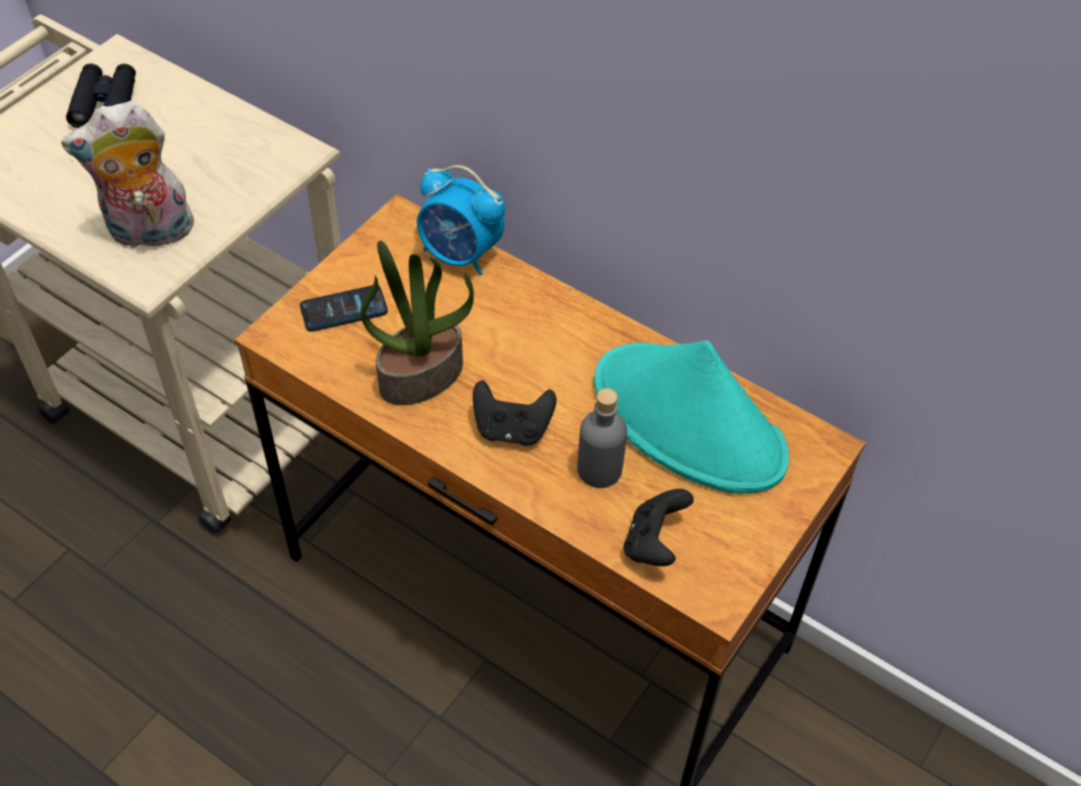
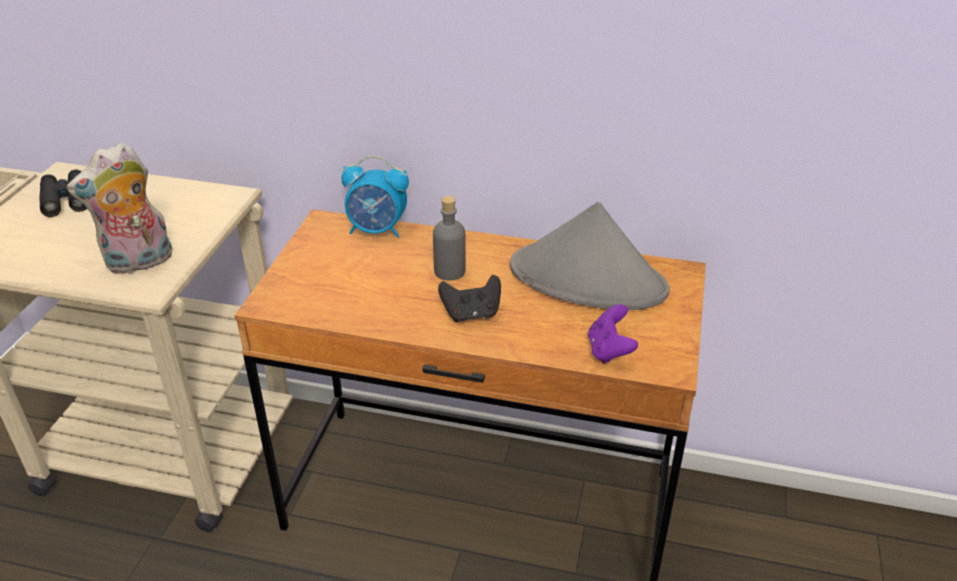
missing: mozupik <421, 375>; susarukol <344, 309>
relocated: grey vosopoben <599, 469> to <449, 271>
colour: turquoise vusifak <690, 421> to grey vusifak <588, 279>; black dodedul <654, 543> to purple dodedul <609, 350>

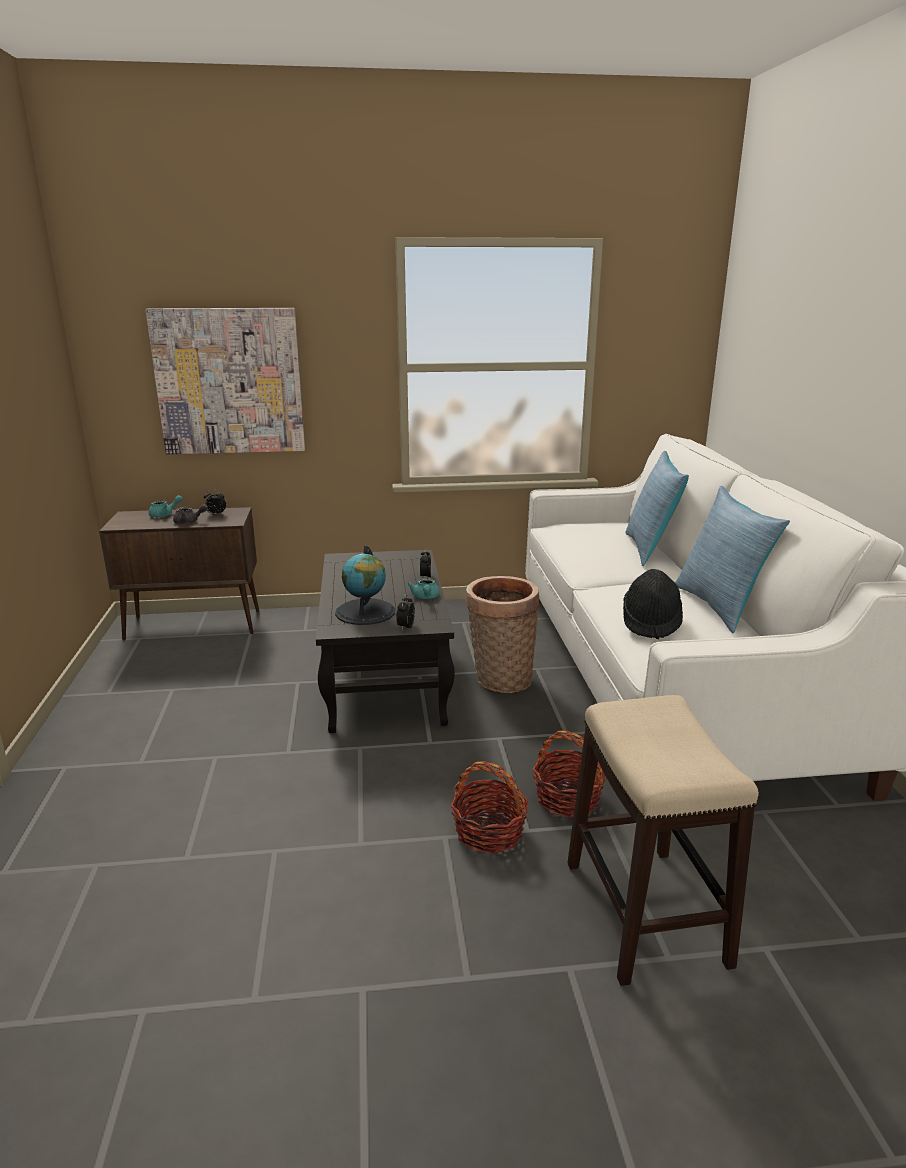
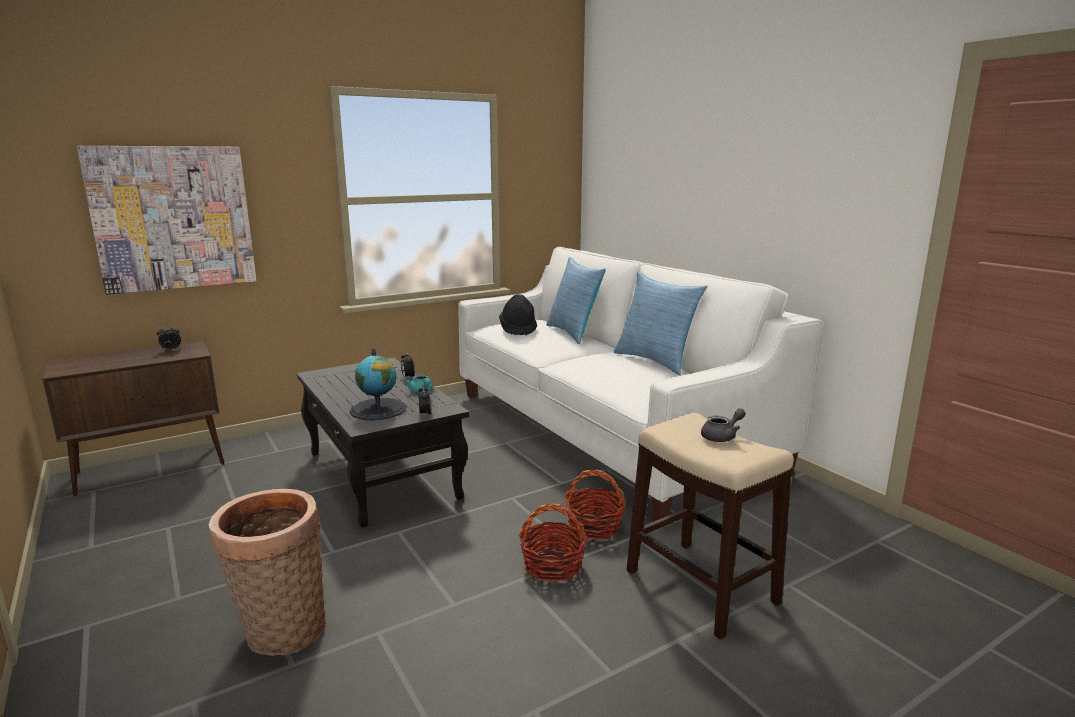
missing: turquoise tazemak <165, 515>
relocated: grey tazemak <189, 522> to <722, 437>; black vusifak <650, 623> to <518, 330>; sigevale <500, 679> to <280, 631>

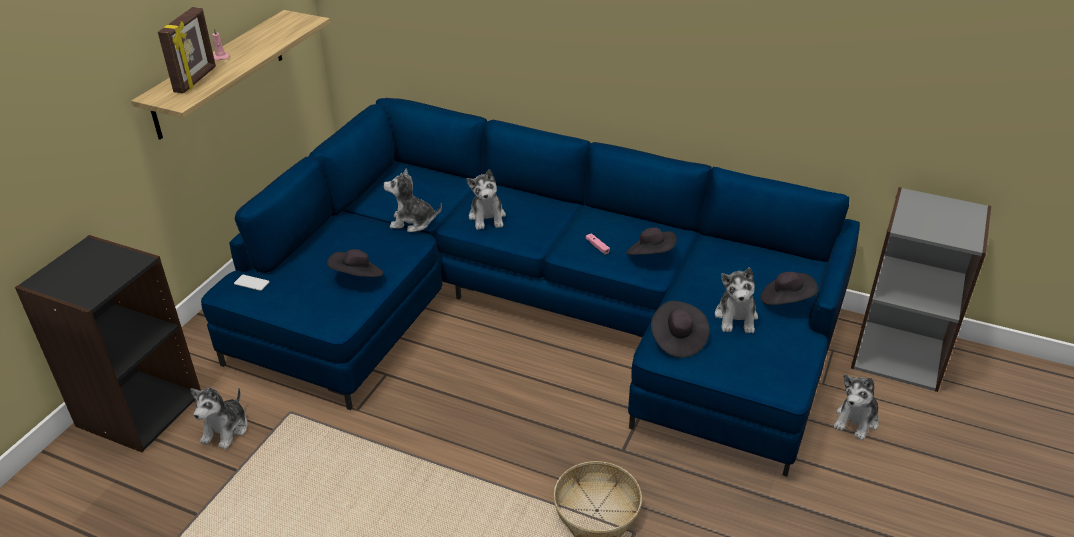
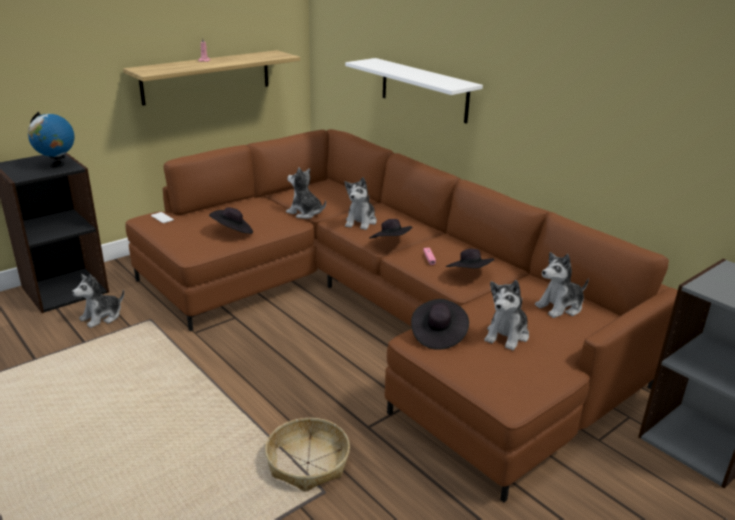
missing: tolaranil <196, 80>
appeared: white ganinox <424, 90>; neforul <57, 165>
relocated: black vusifak <785, 301> to <391, 243>; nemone <856, 420> to <560, 307>
colour: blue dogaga <534, 313> to brown dogaga <378, 312>

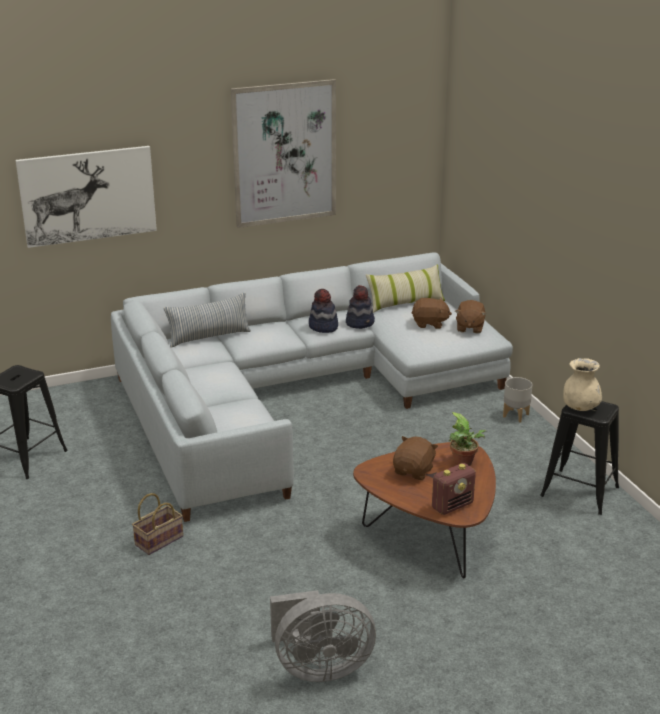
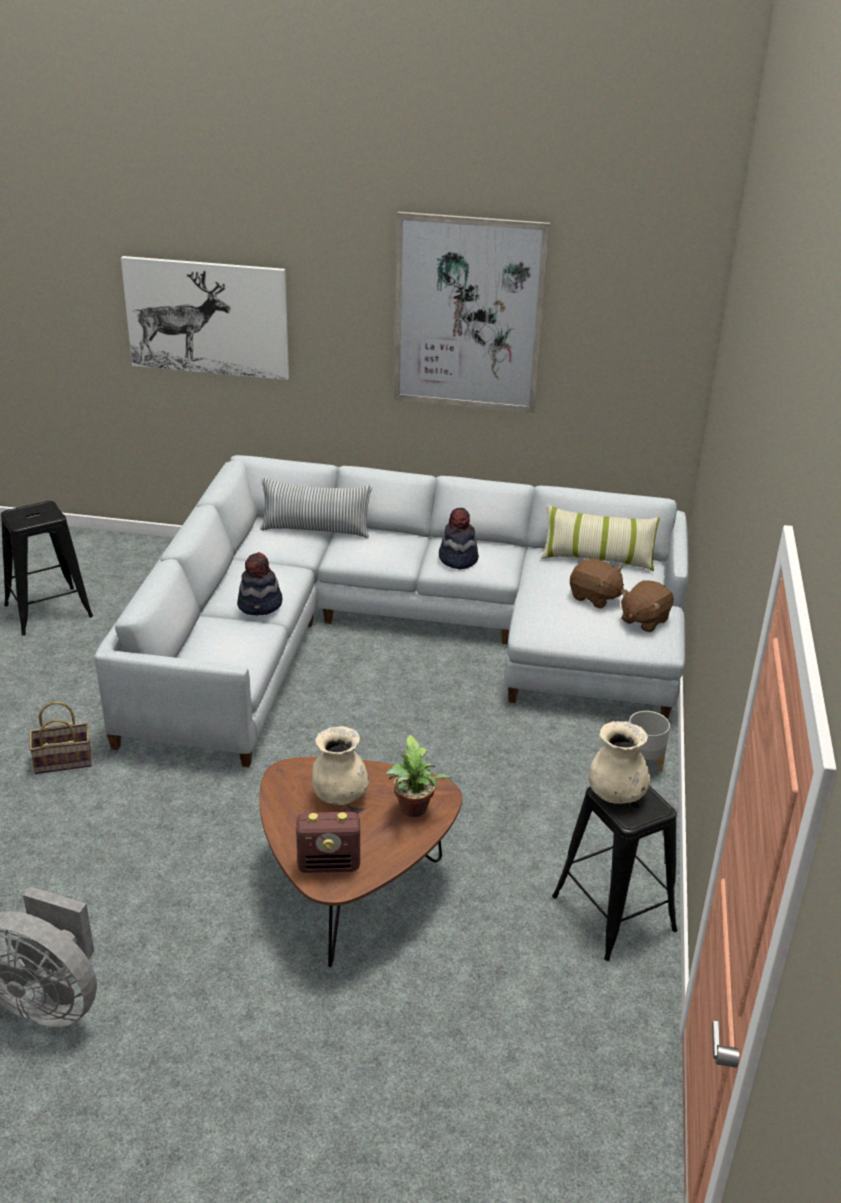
relocated: vusifak <360, 322> to <260, 605>
exchanged: brown nemone <414, 471> to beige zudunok <339, 795>

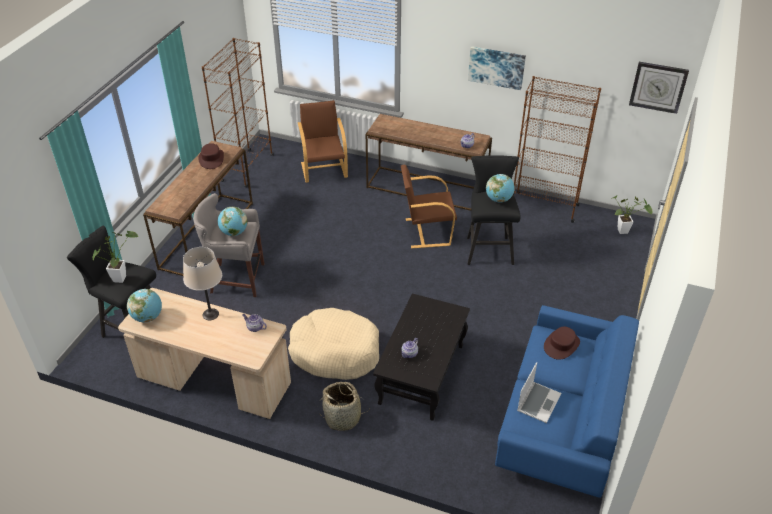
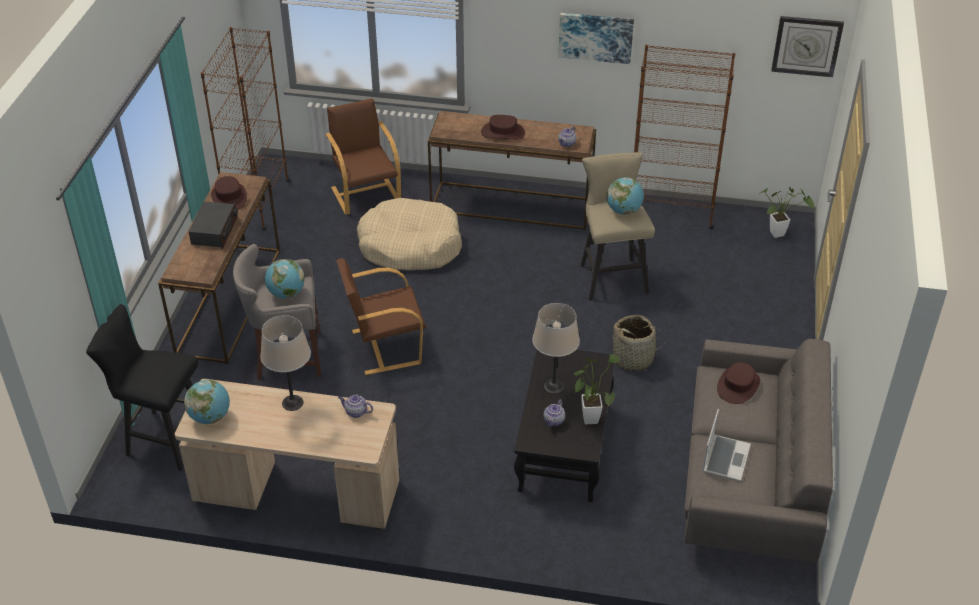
appeared: brown vusifak <503, 132>; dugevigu <215, 231>; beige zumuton <554, 386>
relocated: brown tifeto <426, 232> to <384, 347>; mozupik <121, 277> to <590, 416>; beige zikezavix <335, 352> to <410, 246>; sigevale <343, 418> to <633, 358>
colour: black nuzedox <488, 248> to beige nuzedox <611, 276>; blue dogaga <561, 421> to grey dogaga <749, 480>

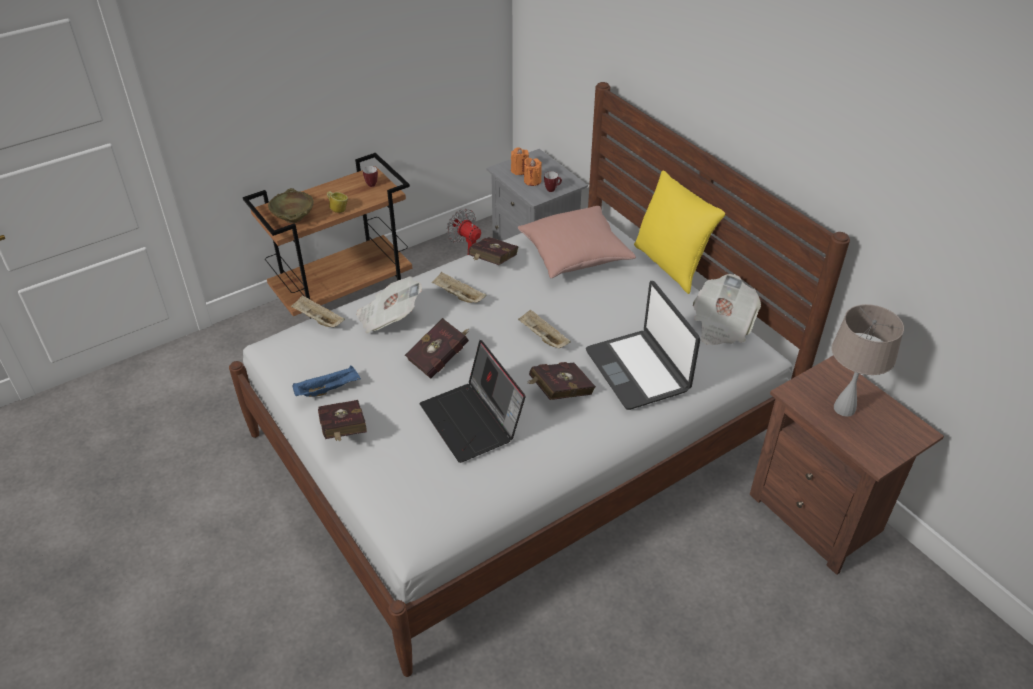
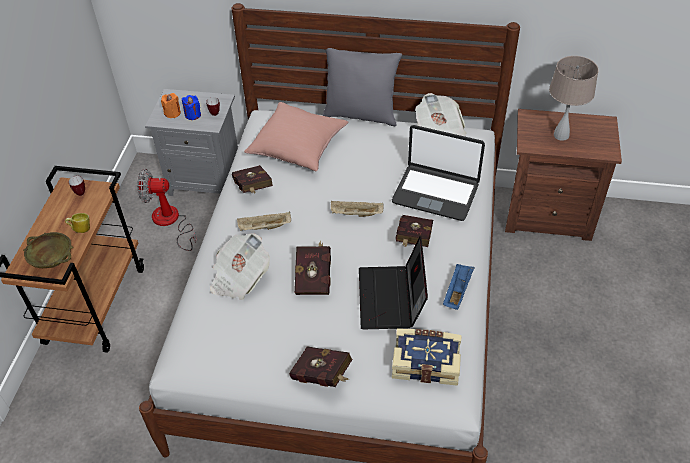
missing: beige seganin <318, 320>
appeared: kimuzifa <426, 361>
relocated: blue seganin <328, 389> to <457, 291>
colour: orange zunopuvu <532, 181> to blue zunopuvu <193, 115>; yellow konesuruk <671, 265> to grey konesuruk <361, 114>
spun: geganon <473, 421> = <392, 299> 75 degrees clockwise

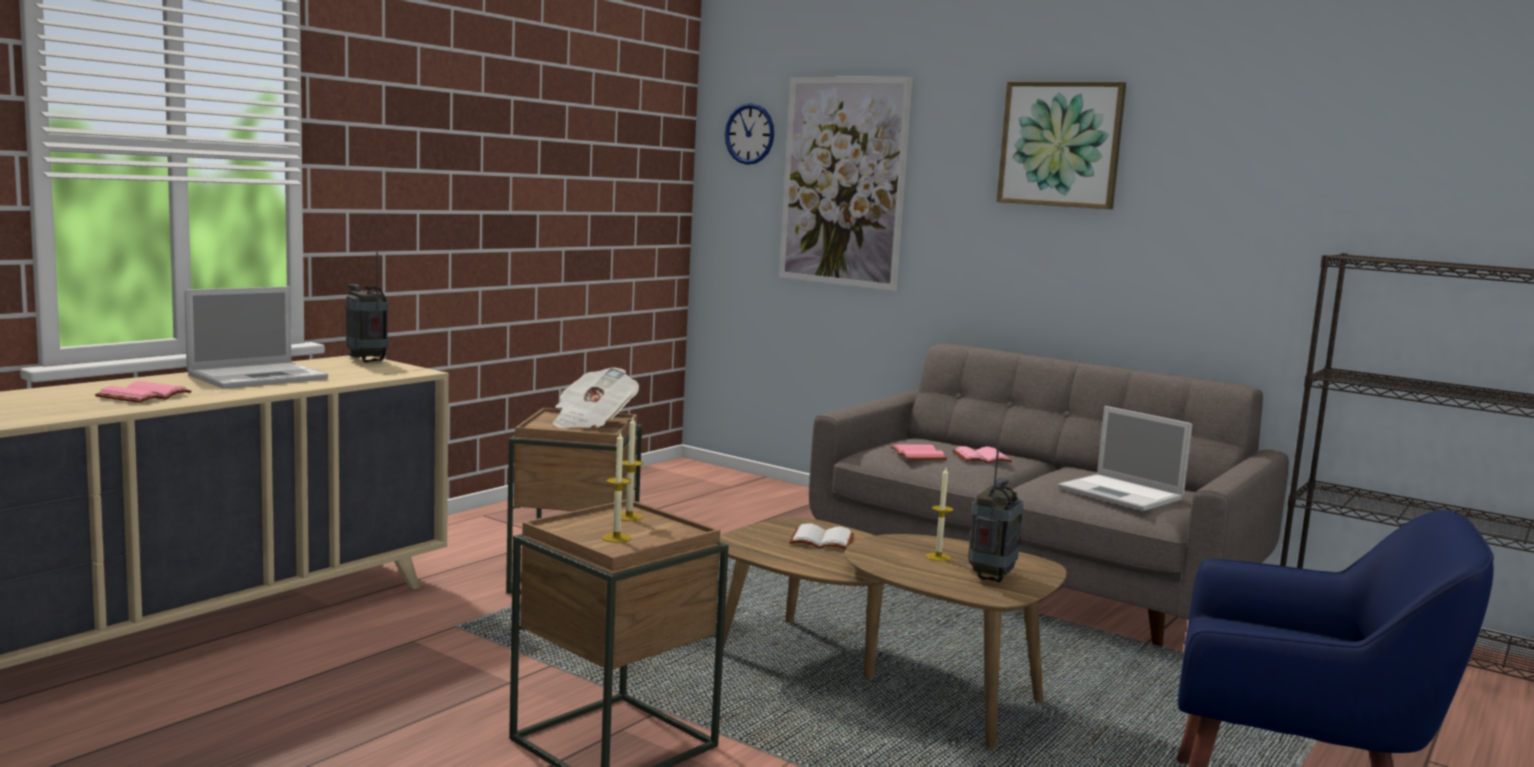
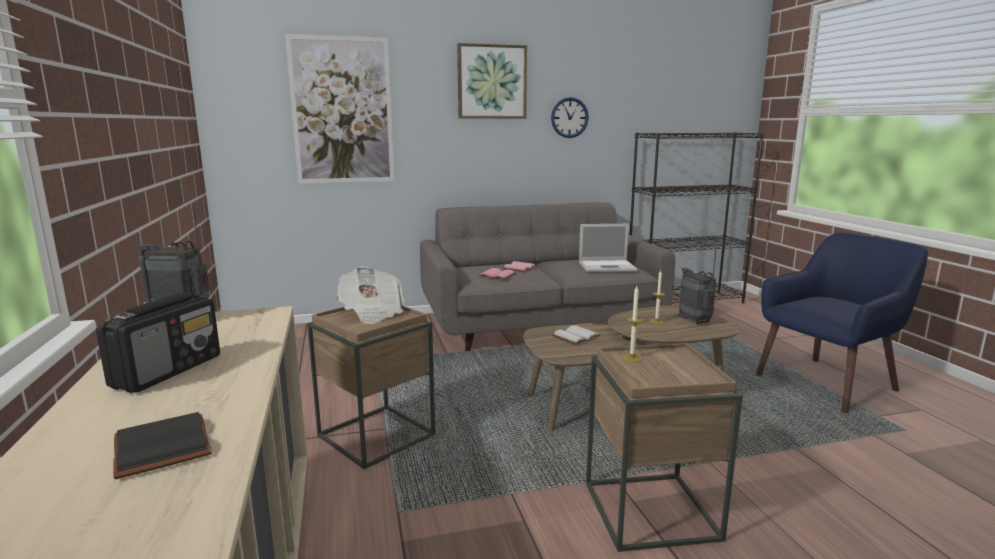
missing: zunopuvu <616, 538>
relocated: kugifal <749, 134> to <569, 117>
exchanged: geganon <260, 376> to dugevigu <168, 371>
colour: pink kimuzifa <143, 395> to black kimuzifa <159, 447>

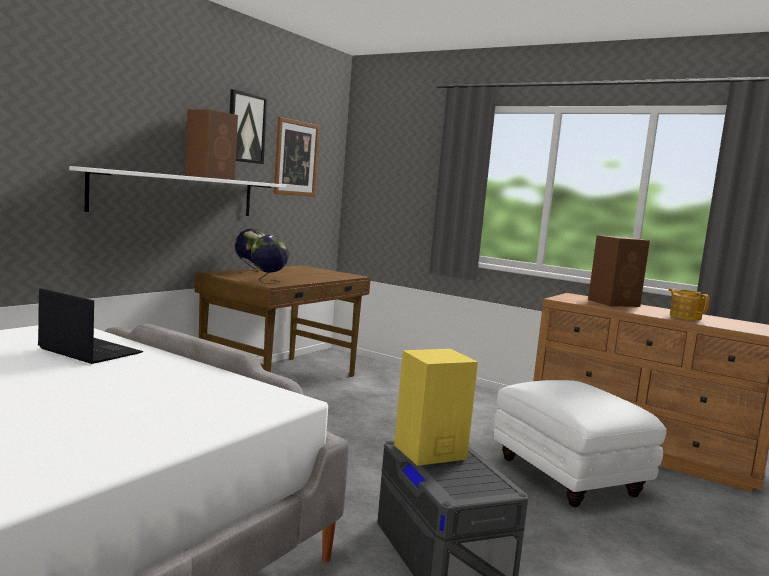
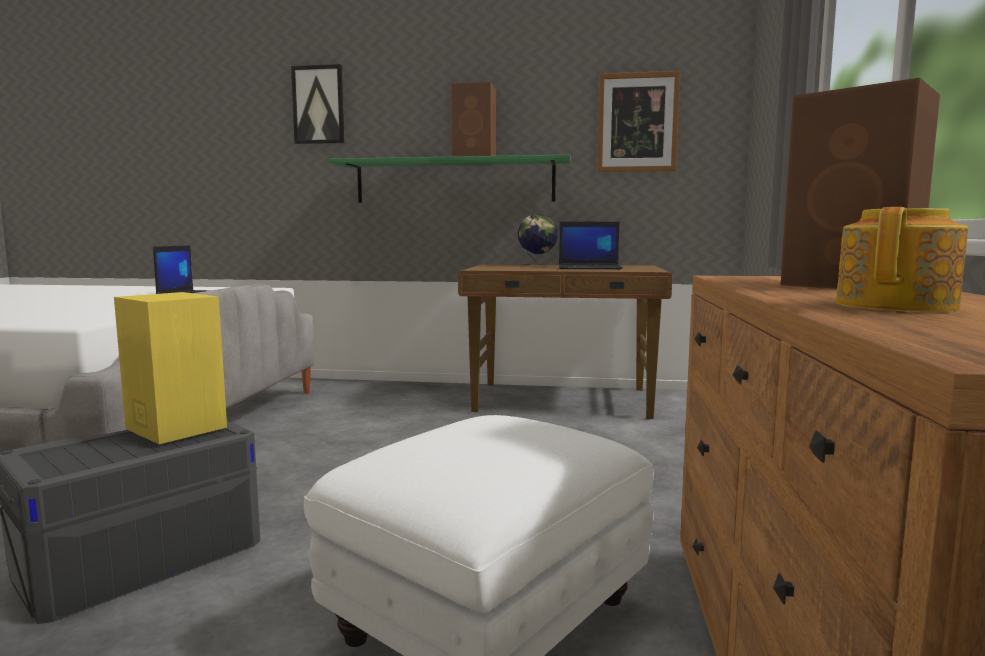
missing: neforul <268, 282>
appeared: geganon <590, 268>
relocated: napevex <246, 128> to <318, 105>
colour: white ganinox <177, 194> to green ganinox <454, 182>

